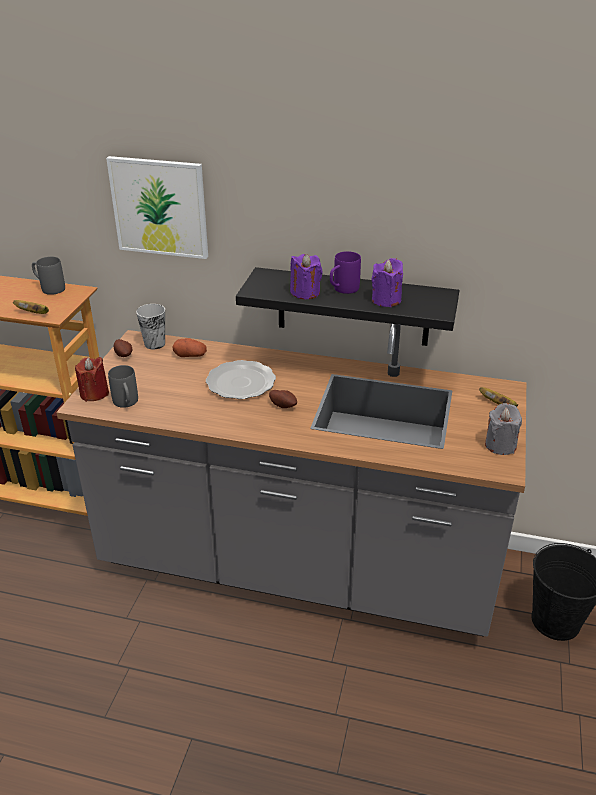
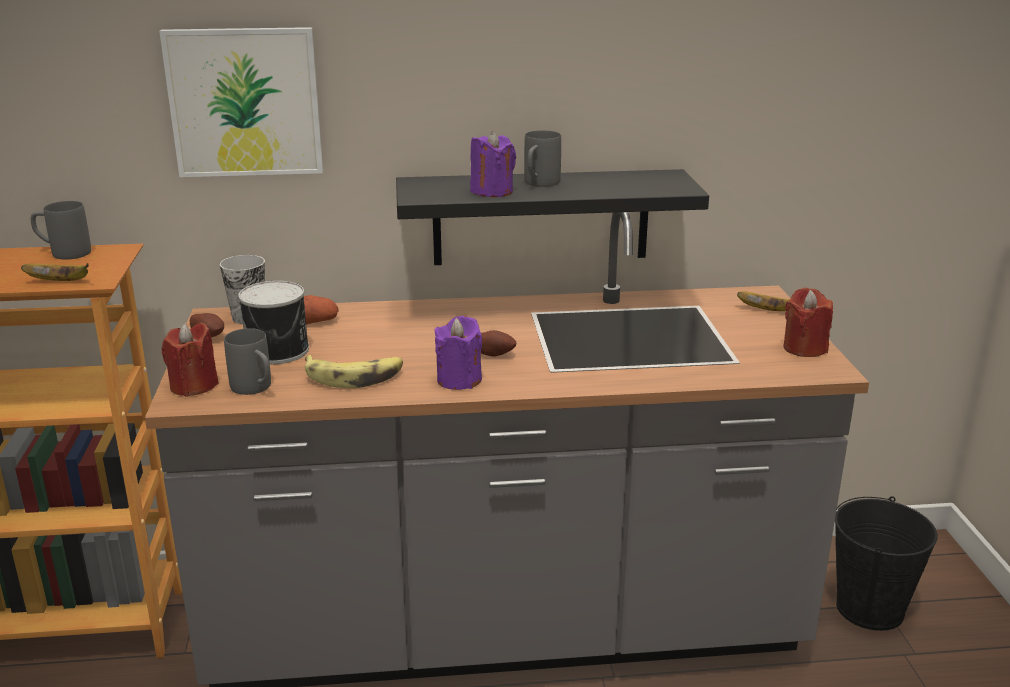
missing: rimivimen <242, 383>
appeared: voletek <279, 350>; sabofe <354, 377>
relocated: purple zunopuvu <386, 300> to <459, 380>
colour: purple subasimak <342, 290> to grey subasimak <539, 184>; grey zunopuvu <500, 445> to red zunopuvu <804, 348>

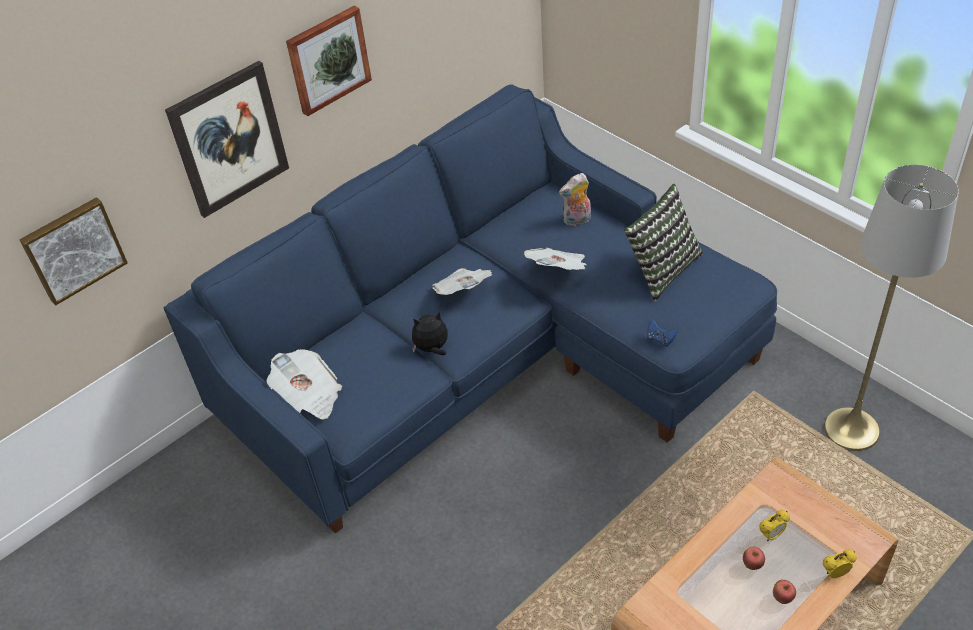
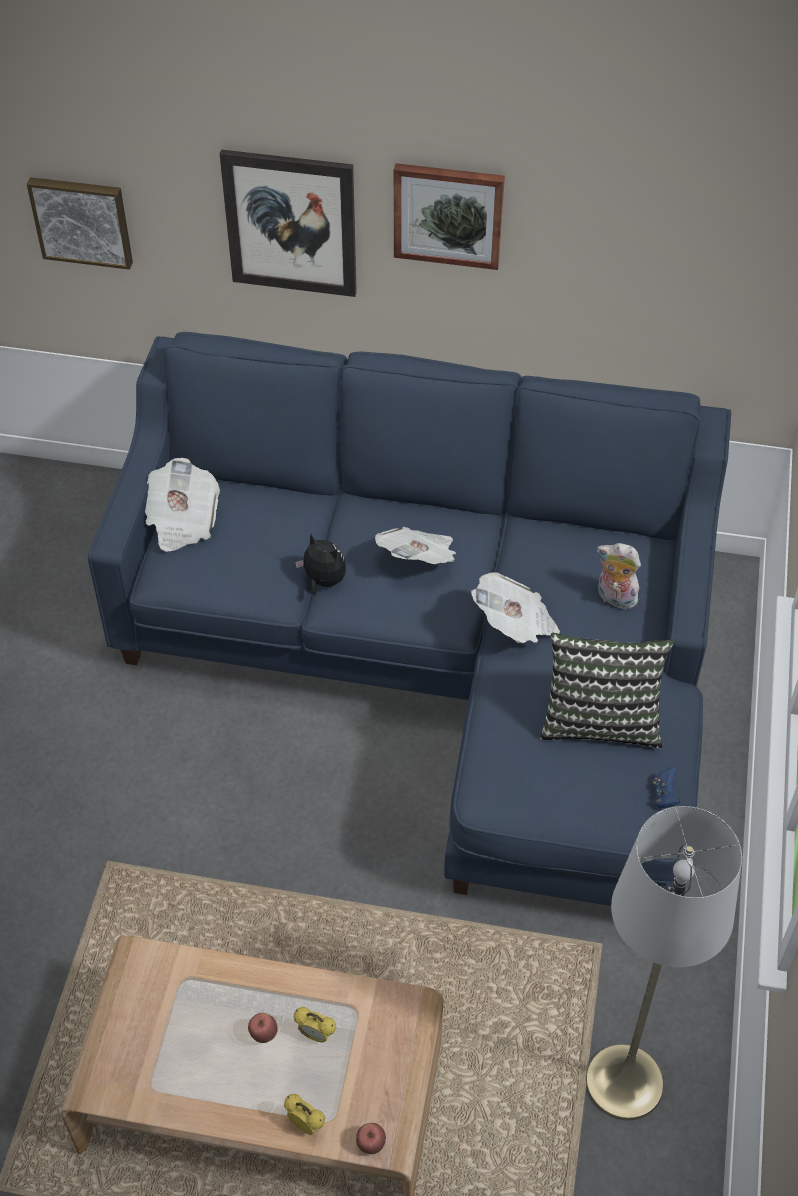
relocated: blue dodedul <660, 339> to <664, 795>; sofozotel <782, 598> to <371, 1144>

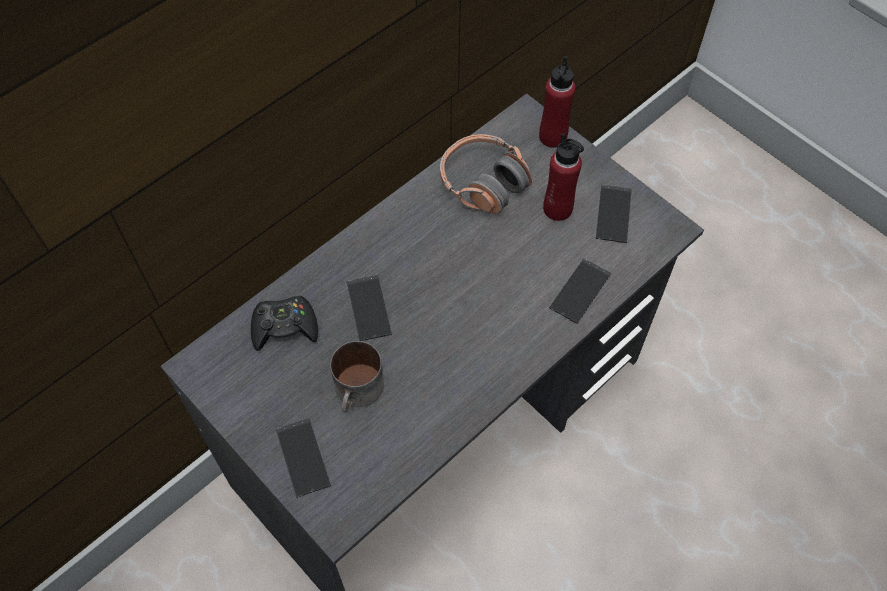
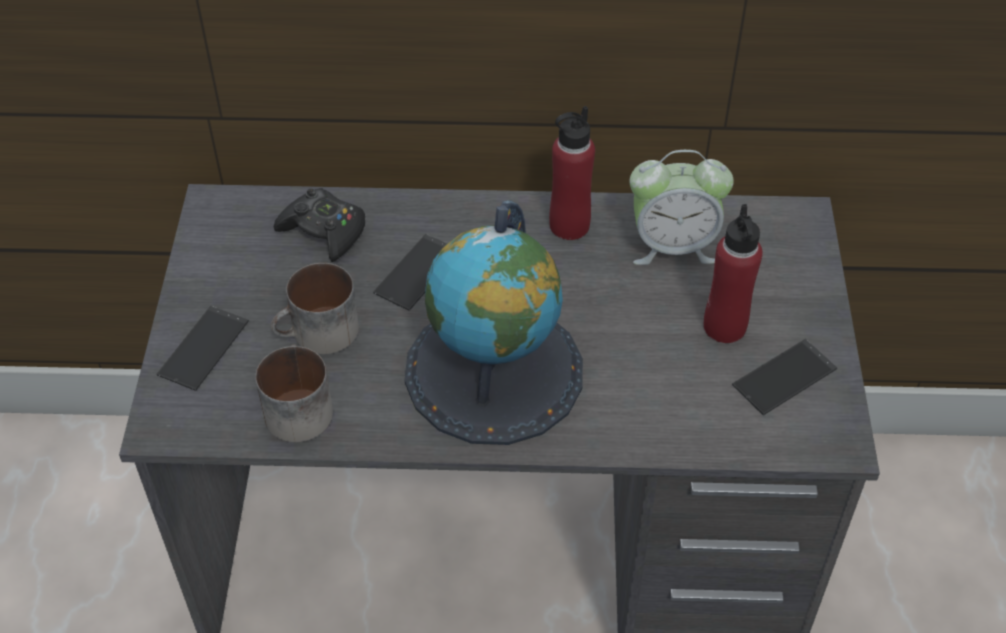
missing: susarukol <580, 291>
appeared: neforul <495, 372>; subasimak <295, 407>
relocated: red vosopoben <552, 137> to <569, 225>
exchanged: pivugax <483, 182> to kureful <673, 246>

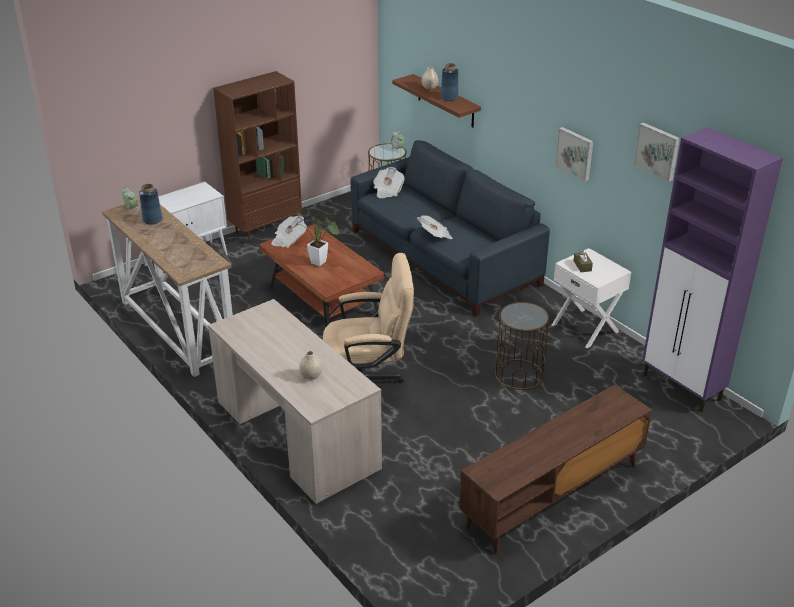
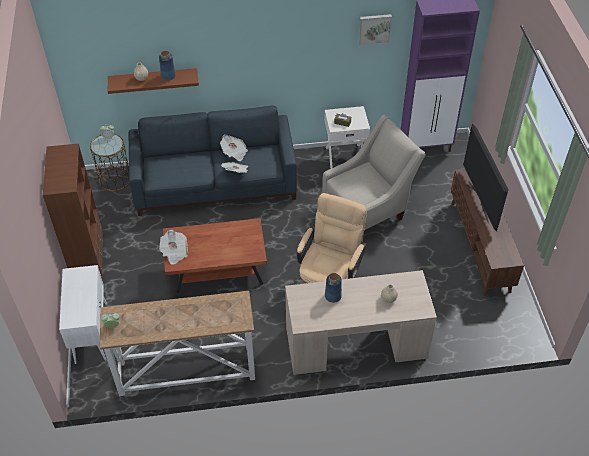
missing: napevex <575, 153>; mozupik <321, 264>
appeared: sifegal <479, 201>
relocated: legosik <388, 191> to <234, 152>; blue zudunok <152, 220> to <333, 296>
exchanged: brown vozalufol <519, 374> to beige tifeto <368, 208>

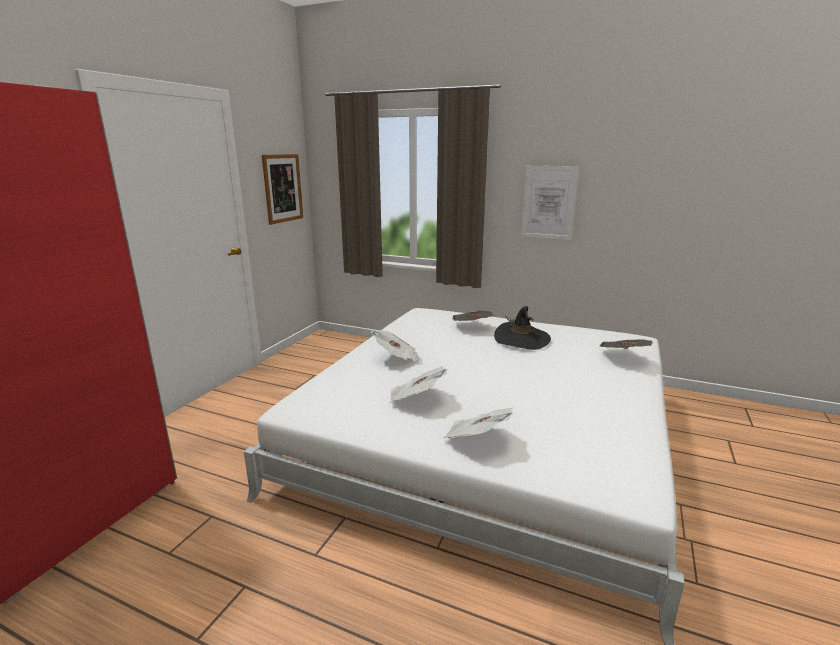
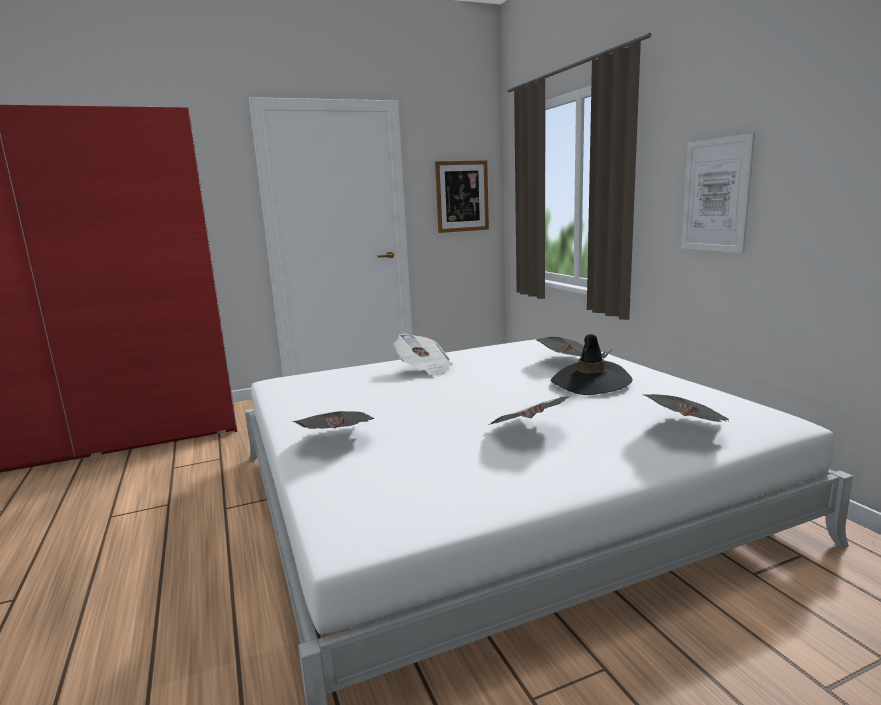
relocated: legosik <416, 398> to <527, 431>

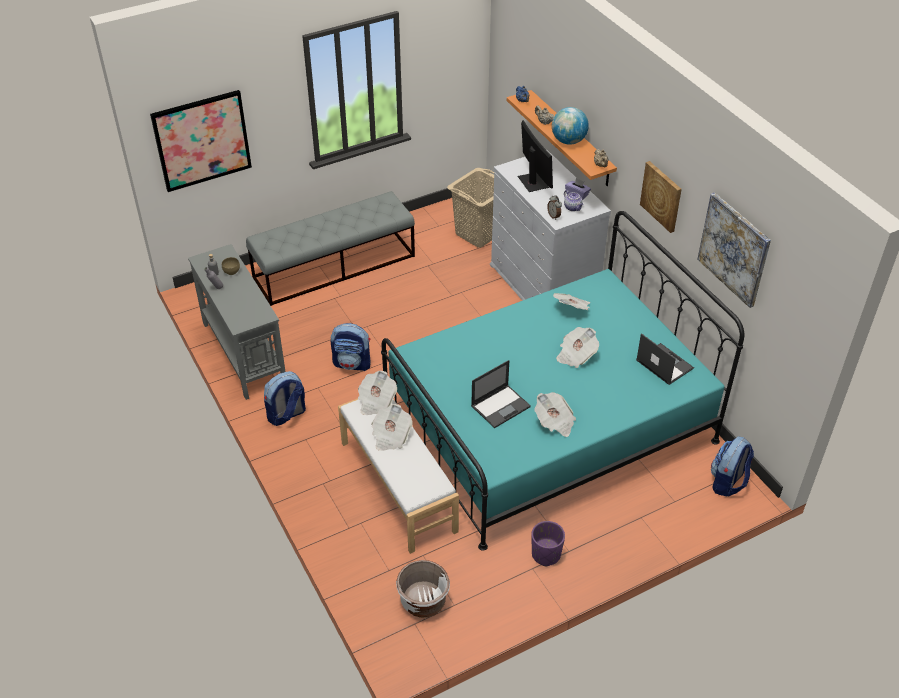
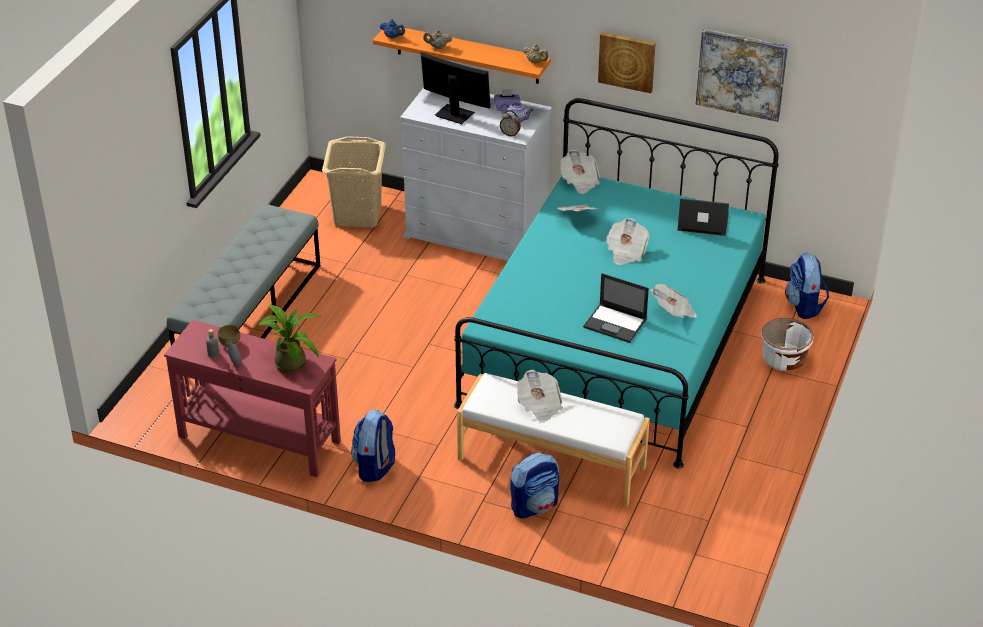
missing: napevex <202, 140>; neforul <568, 141>; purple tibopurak <546, 554>
appeared: mozupik <290, 362>
relocated: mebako <352, 363> to <535, 505>; legosik <376, 402> to <579, 181>; white tibopurak <423, 601> to <784, 360>
colour: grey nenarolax <244, 352> to red nenarolax <259, 438>
spun: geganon <501, 406> = <616, 323> 105 degrees clockwise

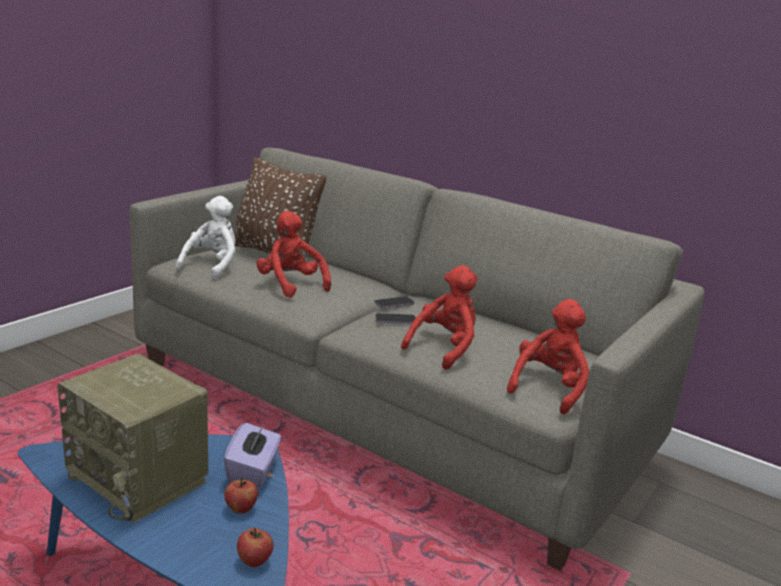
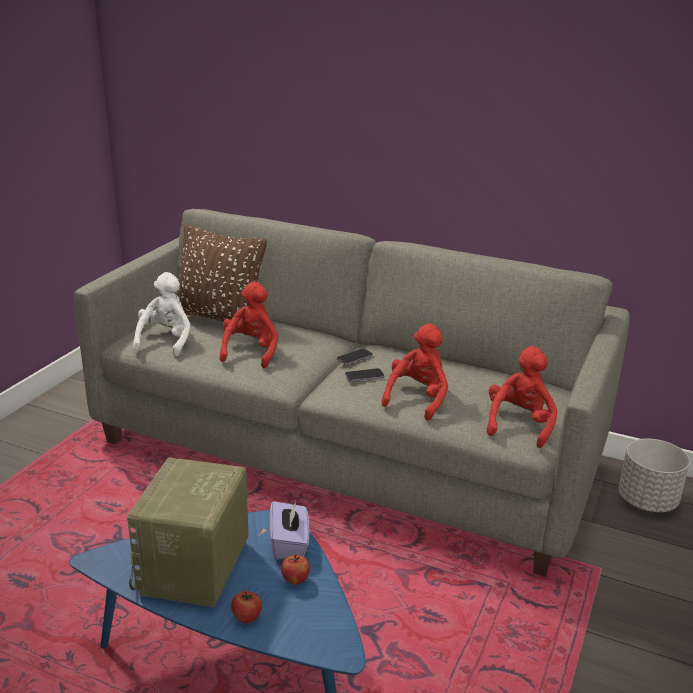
appeared: grey tibopurak <646, 501>
relocated: sofozotel <254, 561> to <247, 618>
spun: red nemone <291, 285> = <251, 351> 60 degrees clockwise; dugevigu <140, 479> = <195, 569> 75 degrees clockwise

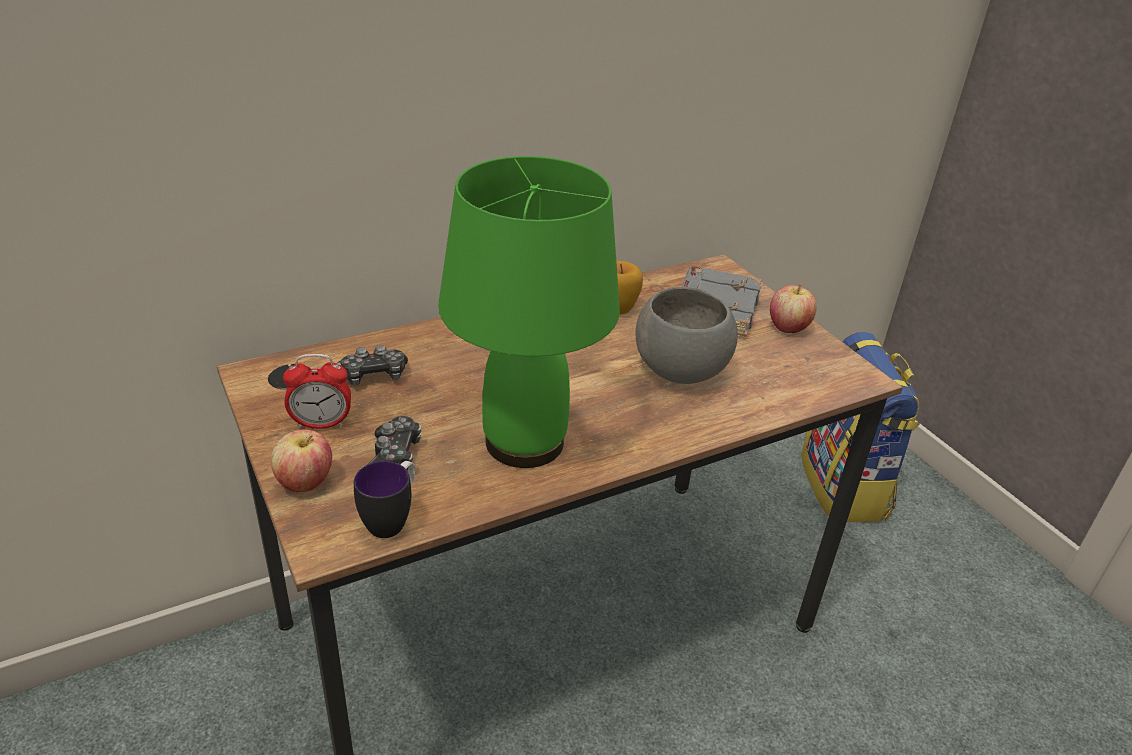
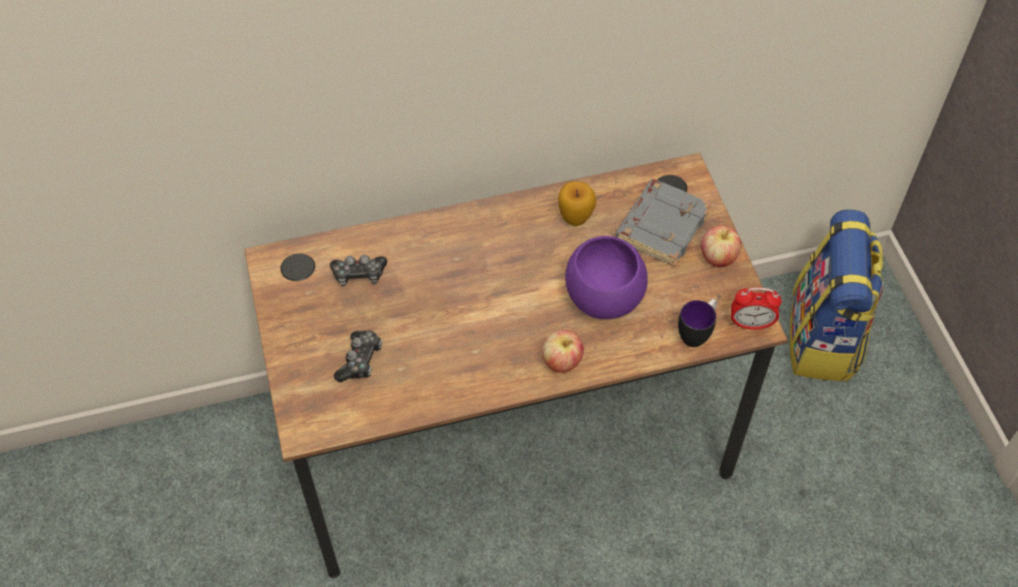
missing: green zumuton <523, 443>
relocated: kureful <321, 424> to <750, 324>; sofozotel <305, 483> to <561, 362>; subasimak <392, 519> to <697, 333>
colour: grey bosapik <679, 372> to purple bosapik <602, 299>

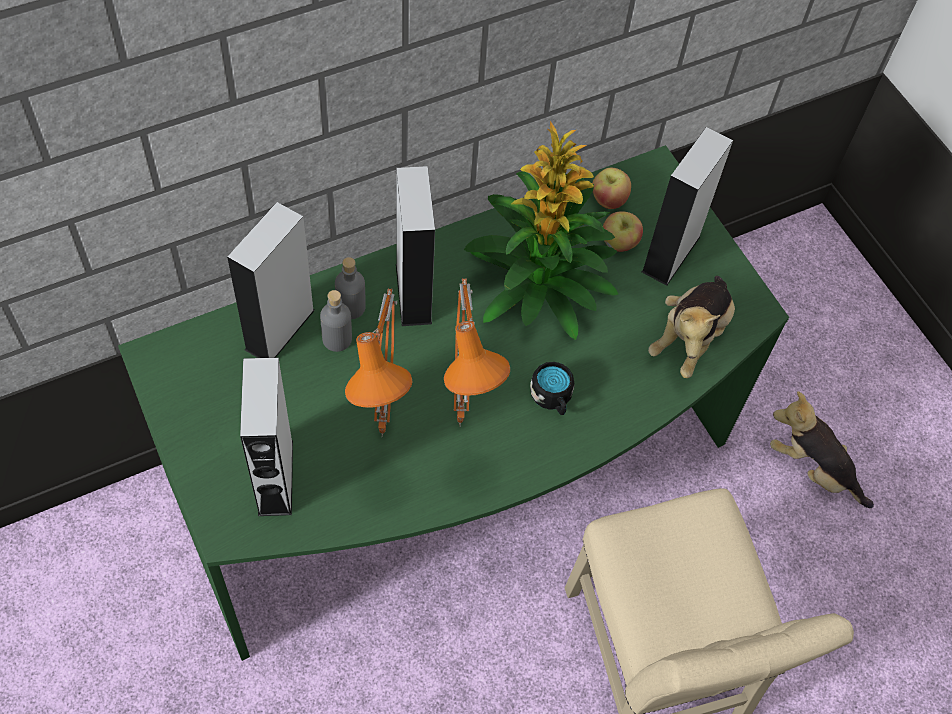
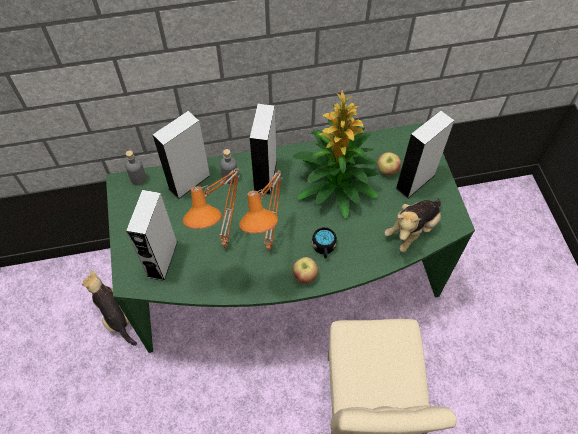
relocated: sofozotel <608, 200> to <304, 275>; grey vosopoben <337, 339> to <138, 178>; nemone <812, 469> to <116, 316>

